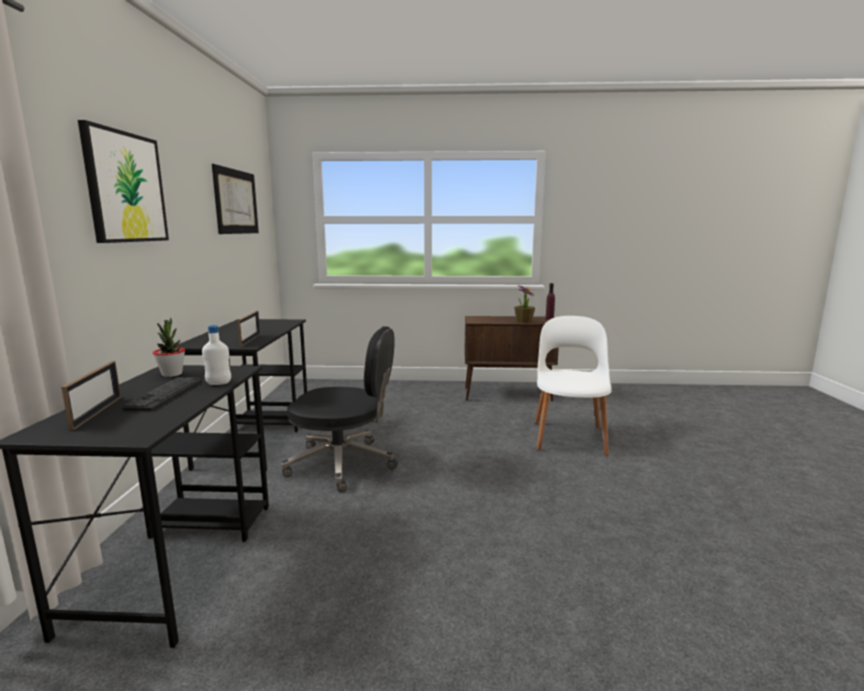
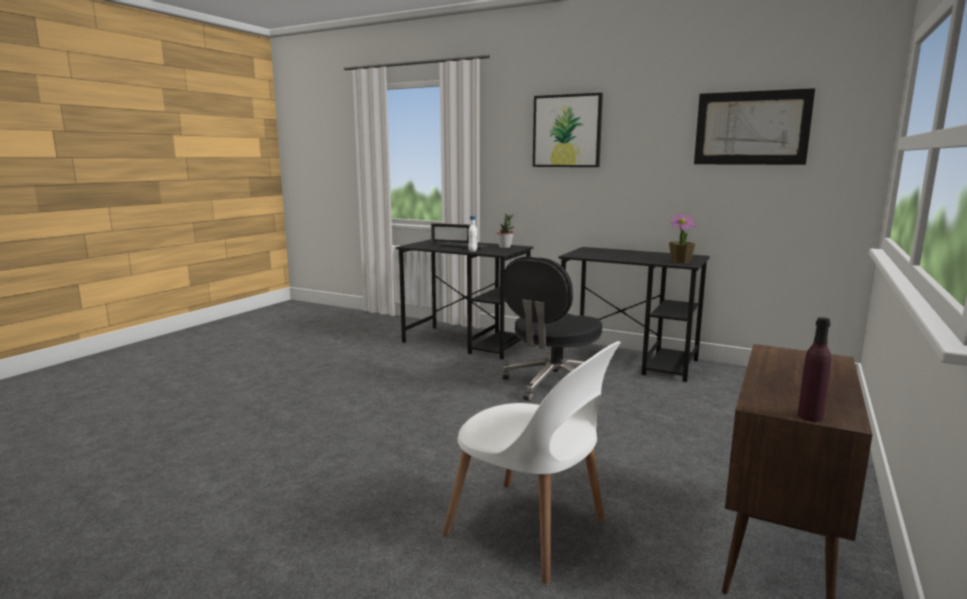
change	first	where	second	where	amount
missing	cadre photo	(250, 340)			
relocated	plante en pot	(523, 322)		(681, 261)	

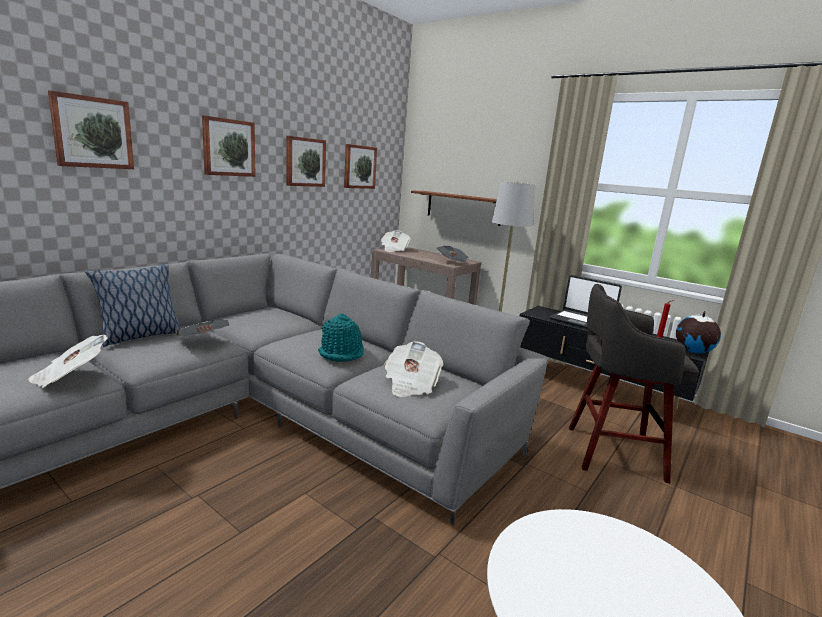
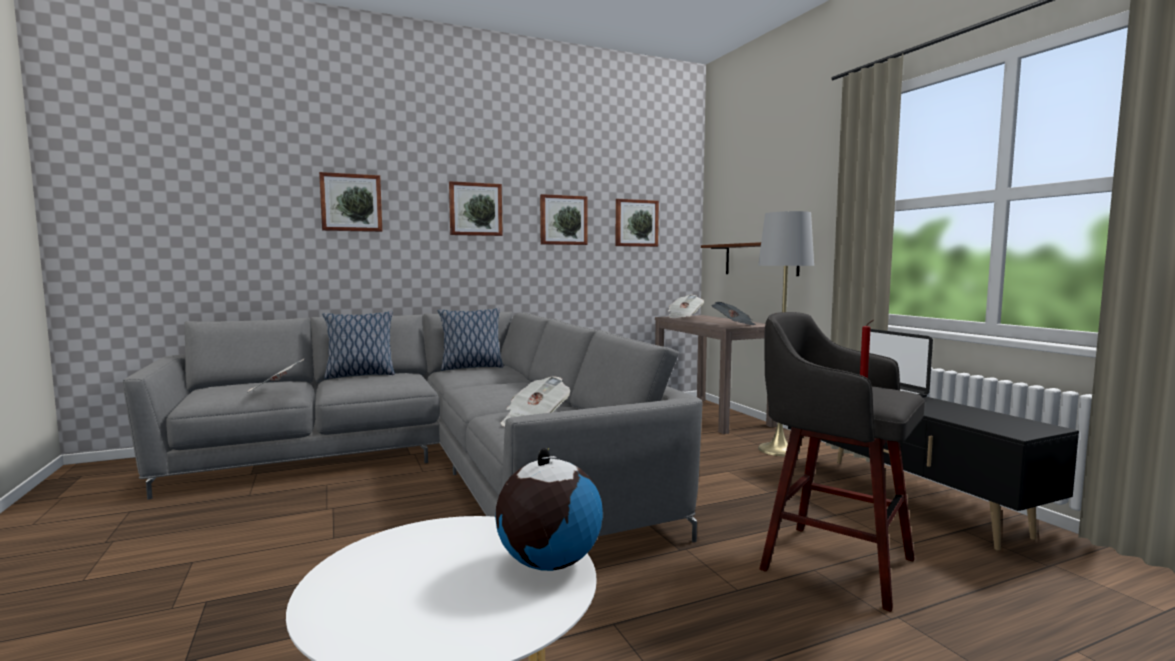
change	first	where	second	where	amount
missing	journal	(202, 342)			
missing	chapeau [turquoise]	(341, 353)			
relocated	globe	(692, 351)		(548, 563)	
appeared			coussin	(471, 367)	

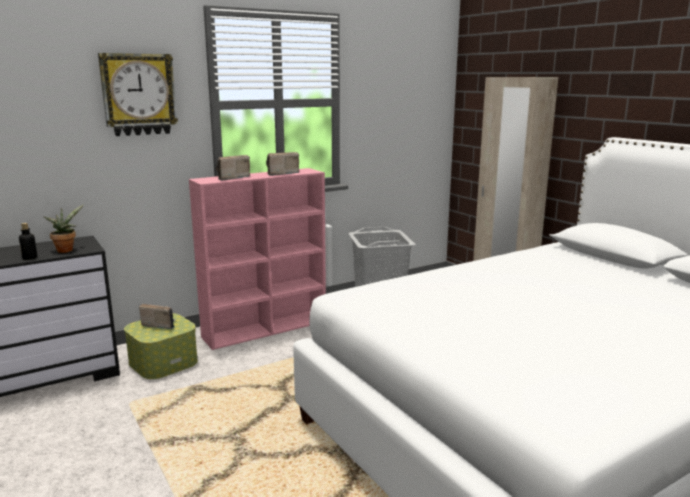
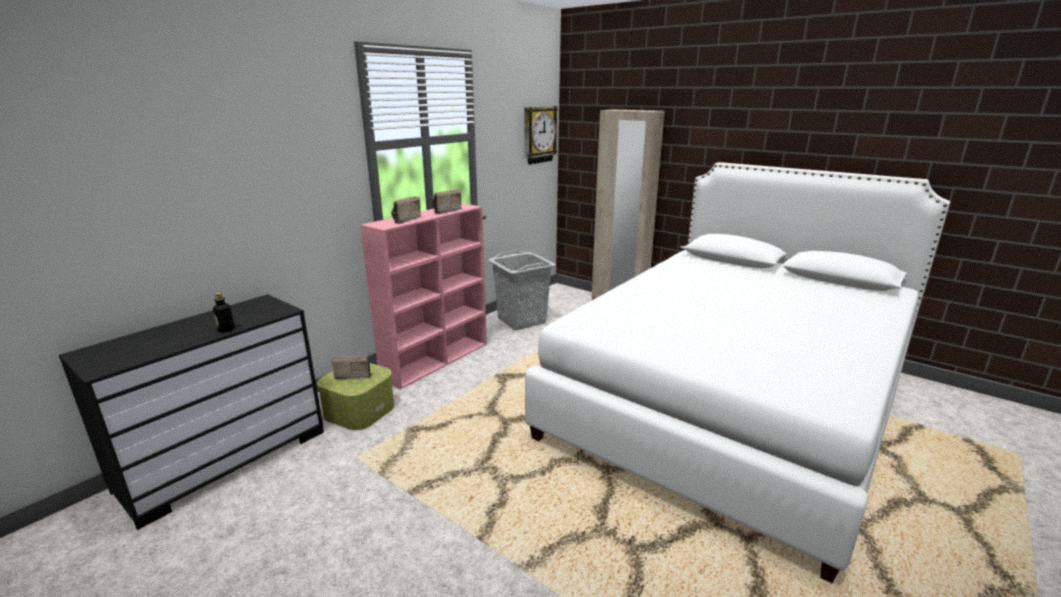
change	first	where	second	where	amount
missing	plante en pot	(66, 250)			
relocated	horloge murale	(138, 94)		(539, 135)	

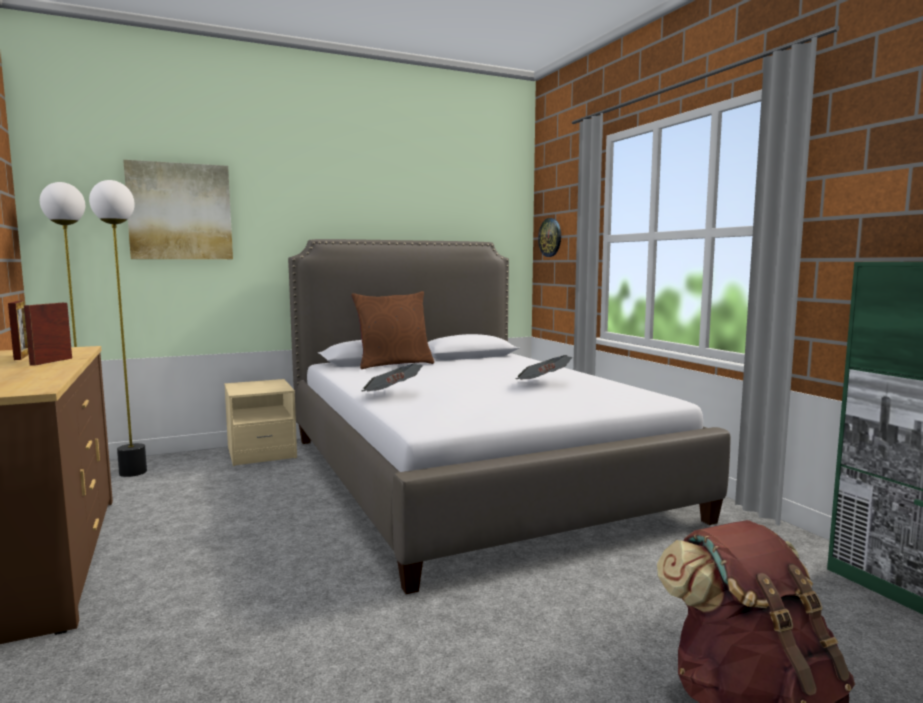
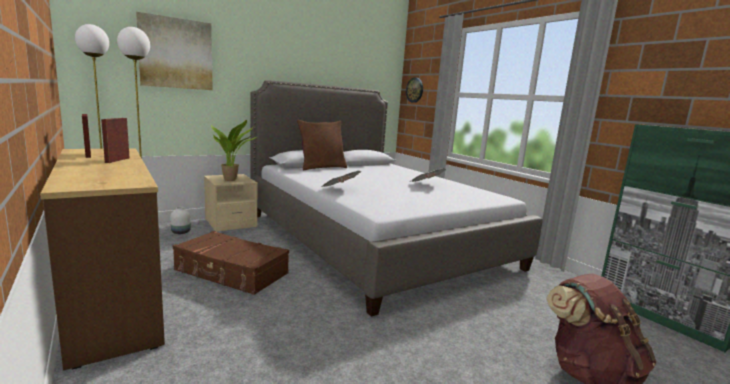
change	first	where	second	where	amount
appeared			vase [blanc]	(180, 232)	
appeared			valise [marron]	(231, 272)	
appeared			plante en pot	(232, 180)	

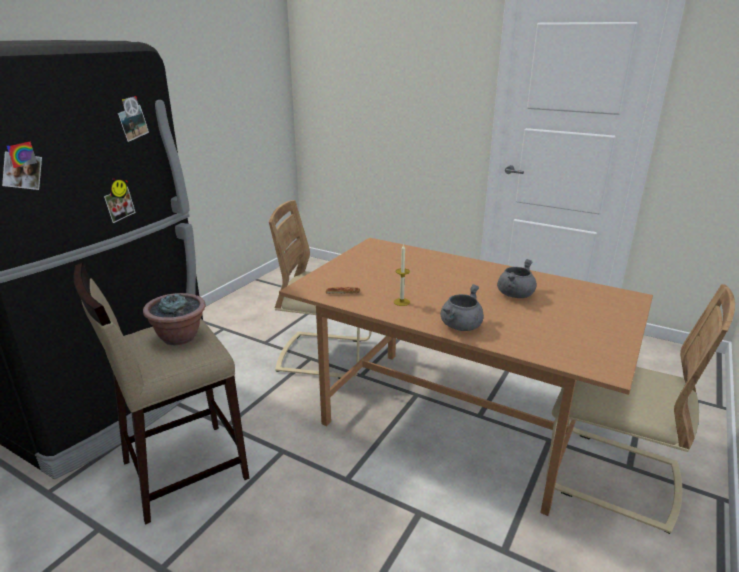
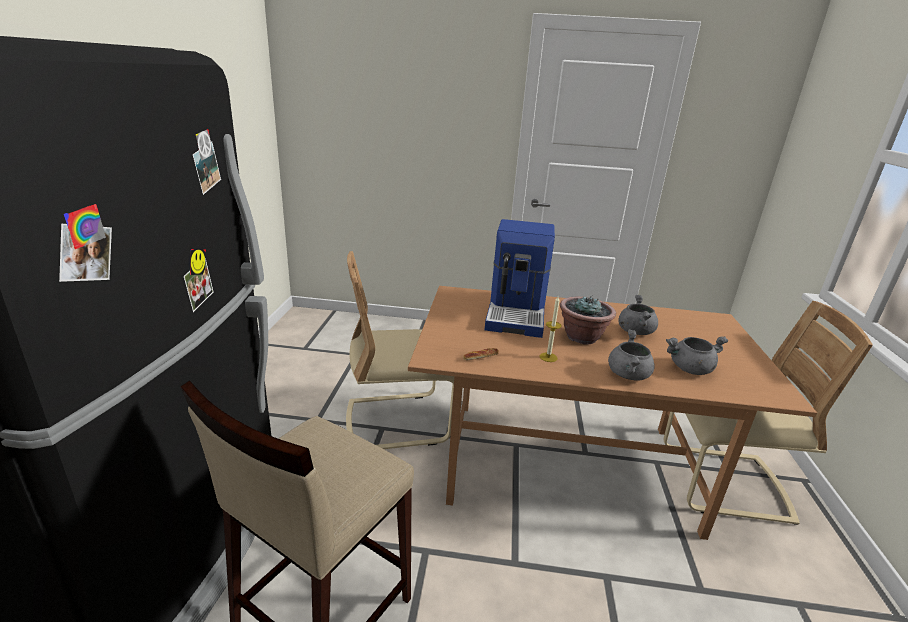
change	first	where	second	where	amount
relocated	plante en pot	(180, 337)		(582, 337)	
appeared			machine à café	(517, 313)	
appeared			marmite [gris]	(690, 369)	

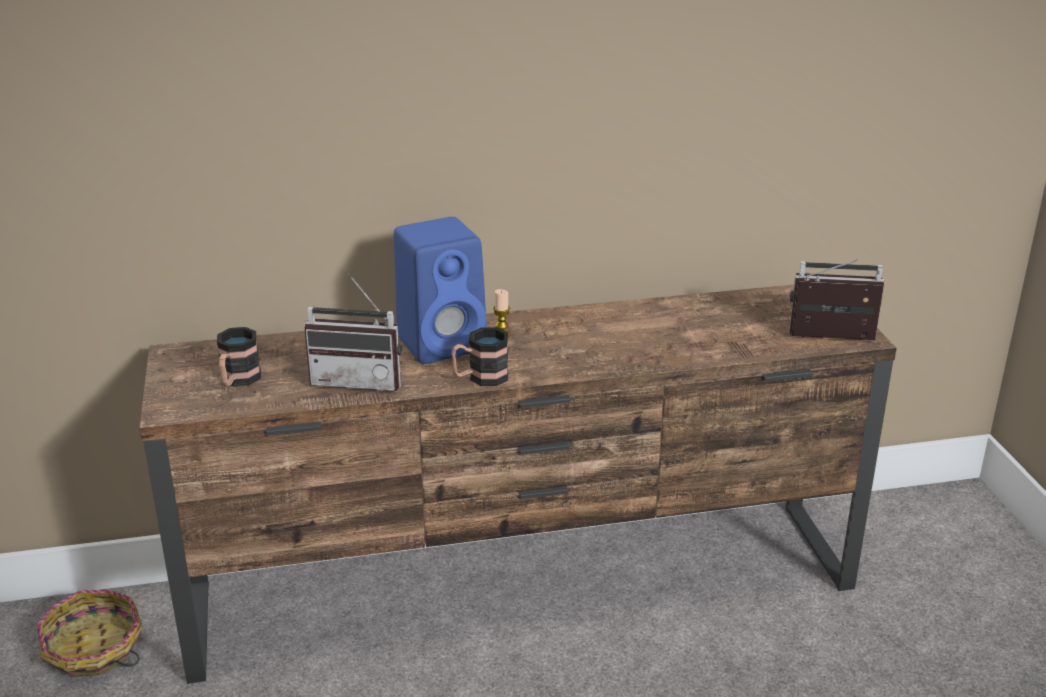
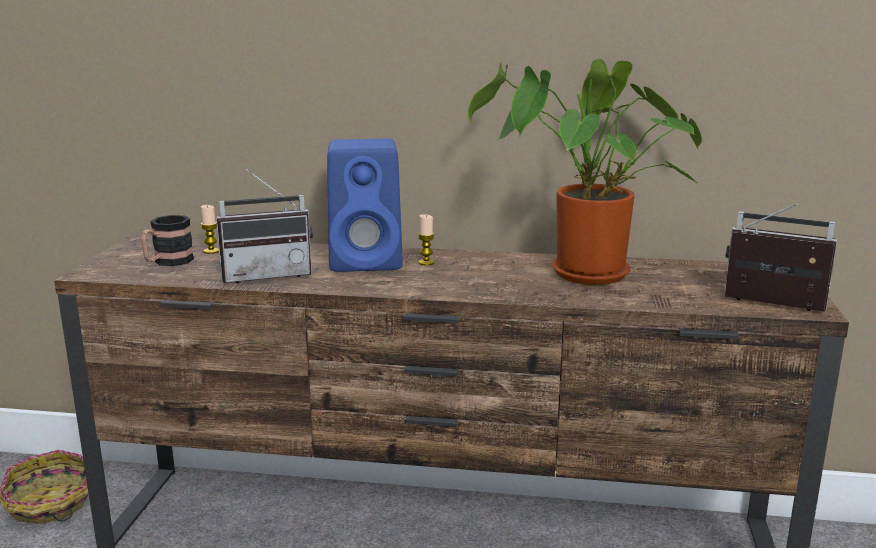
change	first	where	second	where	amount
spun	radio	(359, 380)		(267, 274)	45 degrees counterclockwise
missing	mug	(480, 378)			
appeared			bougie	(211, 251)	
appeared			plante en pot	(583, 276)	

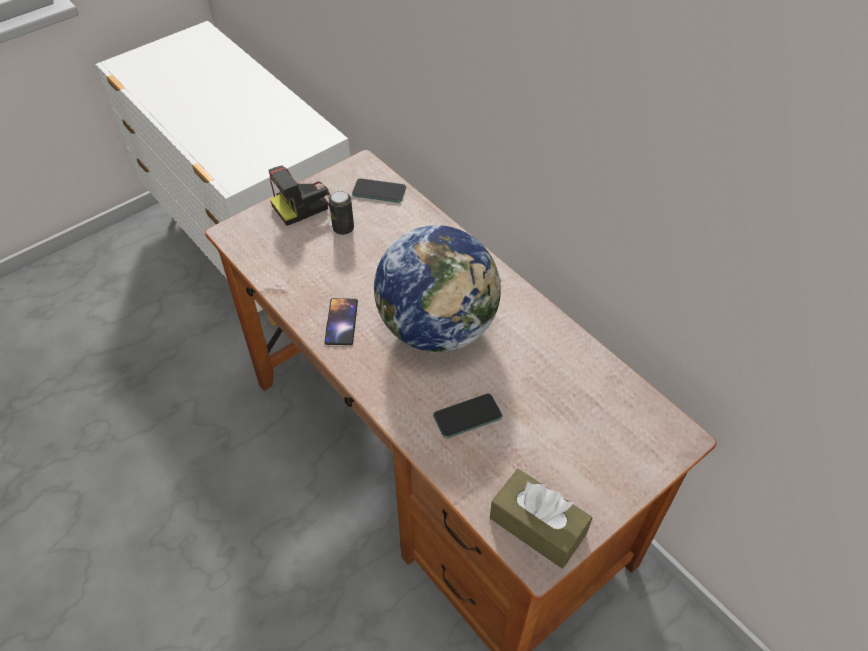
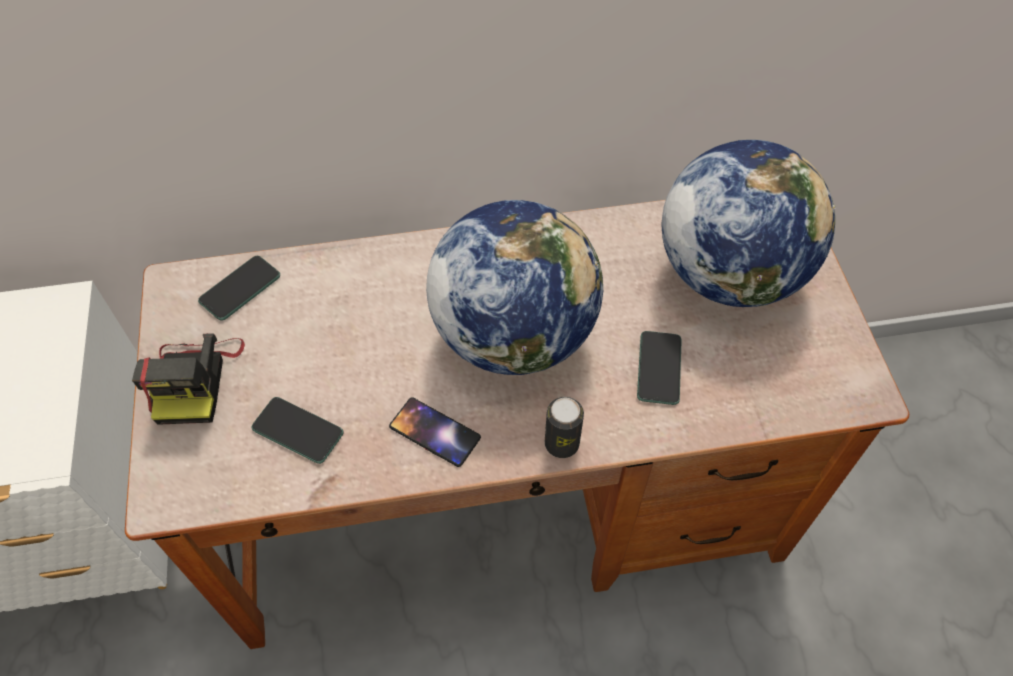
change	first	where	second	where	amount
relocated	boîte métallique	(343, 228)		(561, 443)	
missing	boîte à mouchoirs [marron]	(537, 526)			
appeared			téléphone	(298, 431)	
appeared			globe	(729, 274)	

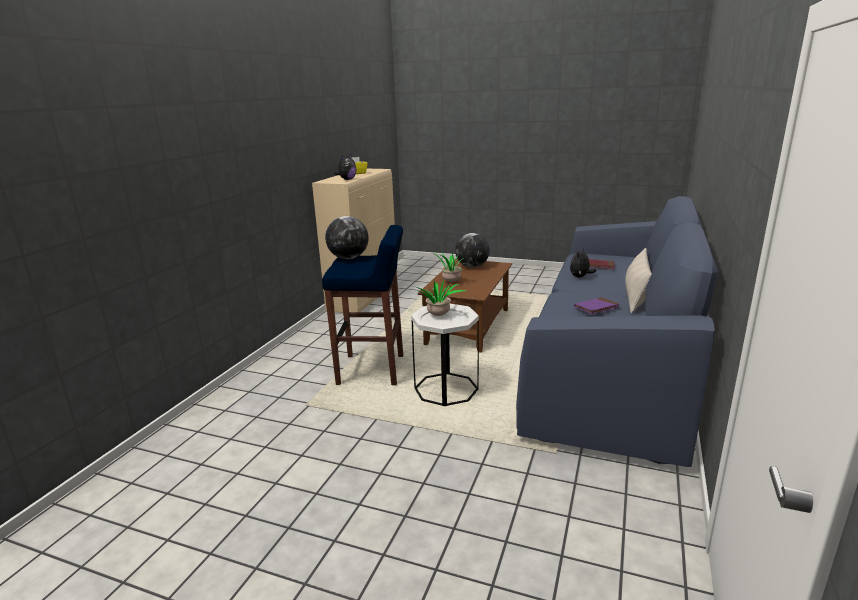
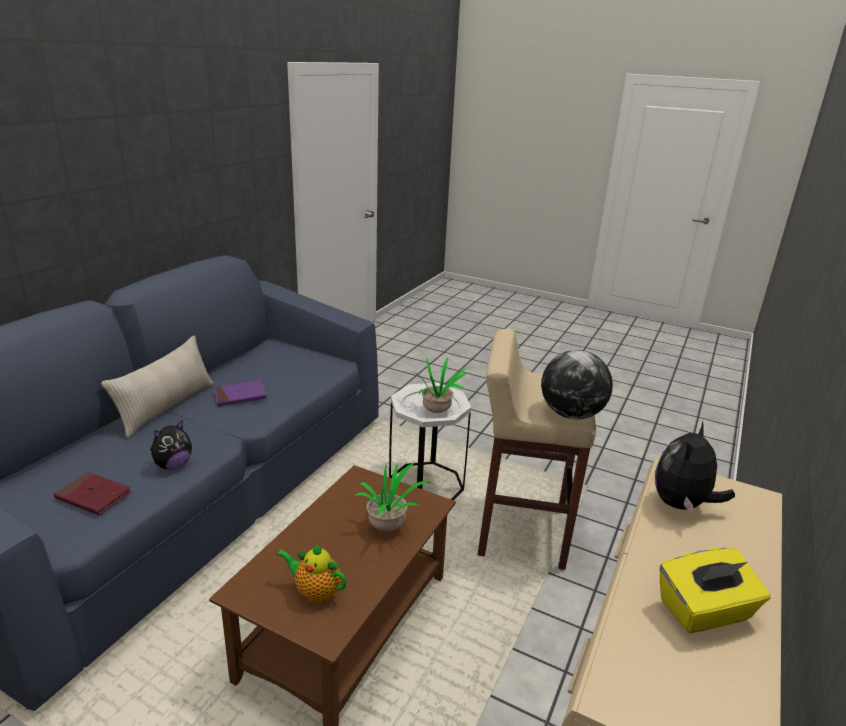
change	first	where	second	where	amount
colour	tabouret [bleu]	(372, 370)	tabouret [beige]	(520, 531)	
exchanged	globe	(472, 266)	théière	(315, 592)	

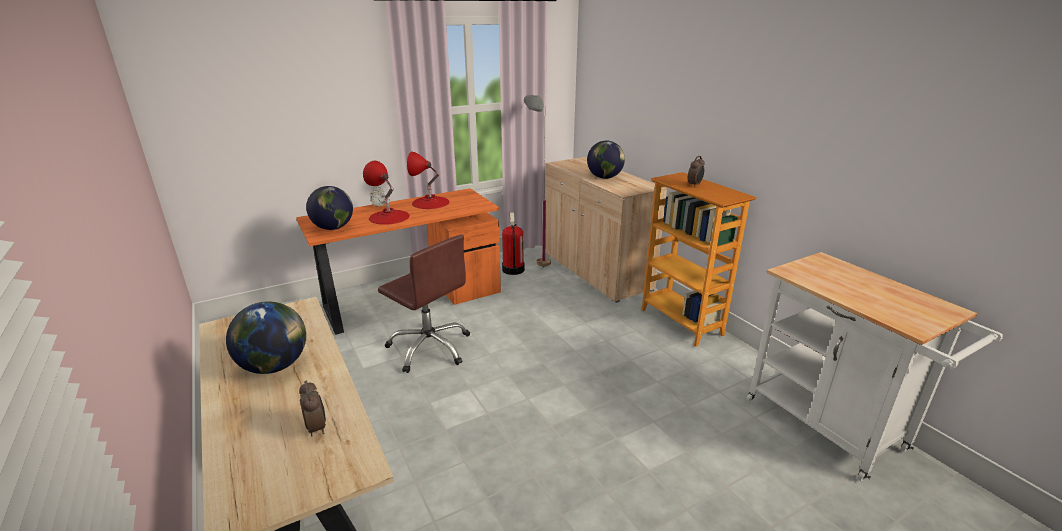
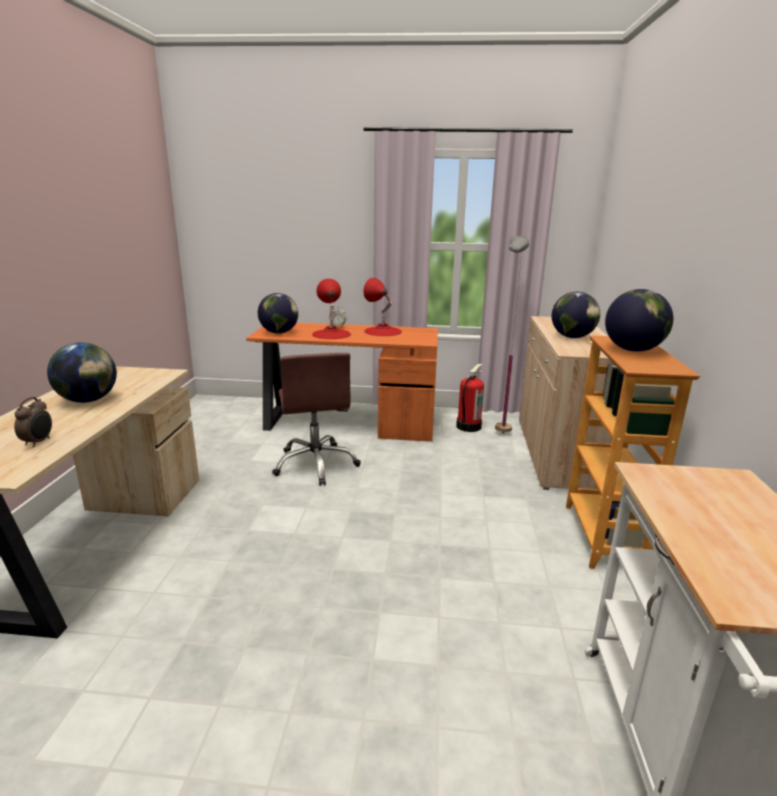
change	first	where	second	where	amount
exchanged	réveil	(694, 185)	globe	(633, 350)	

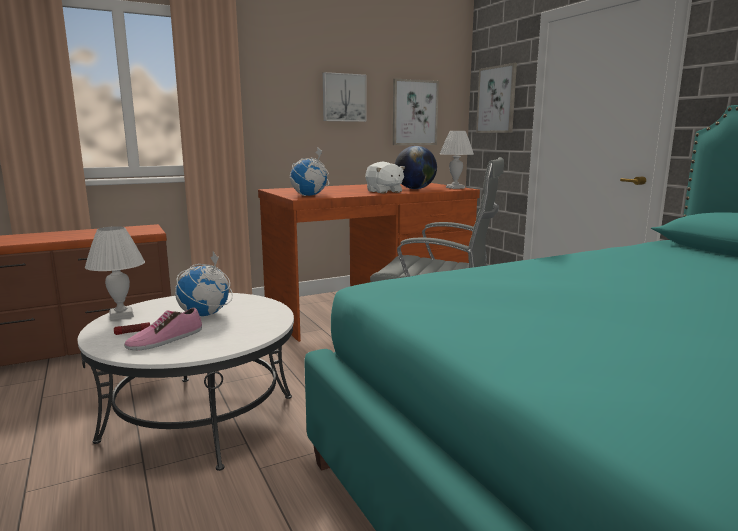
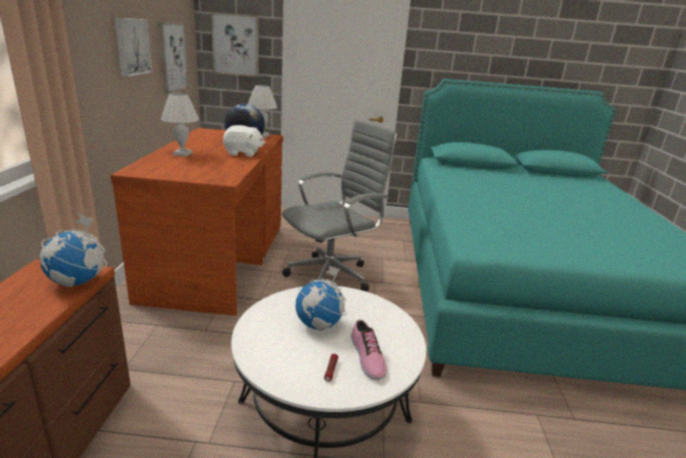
change	first	where	second	where	amount
relocated	lampe de table [blanc]	(121, 315)		(182, 154)	
relocated	globe	(309, 195)		(78, 281)	

